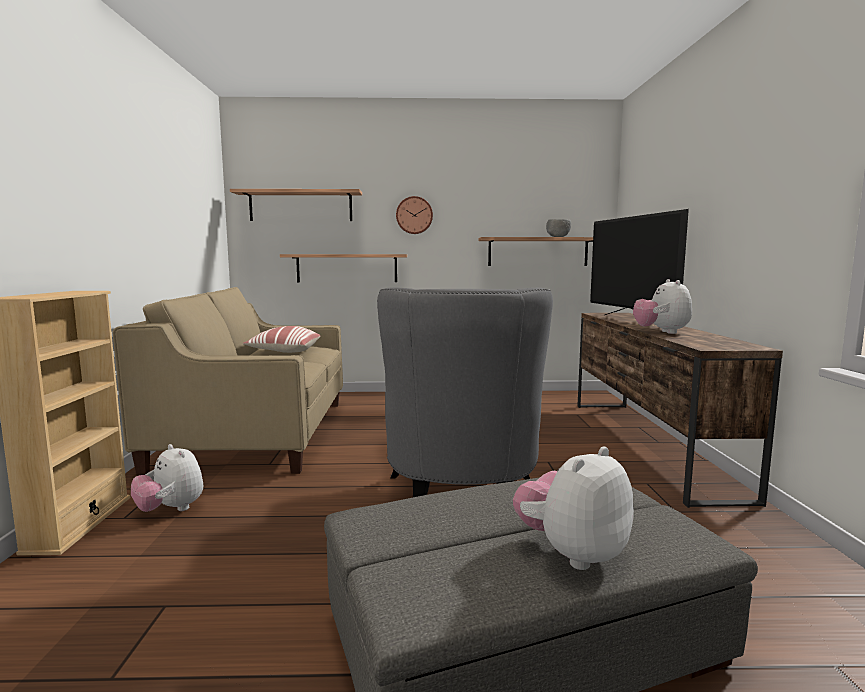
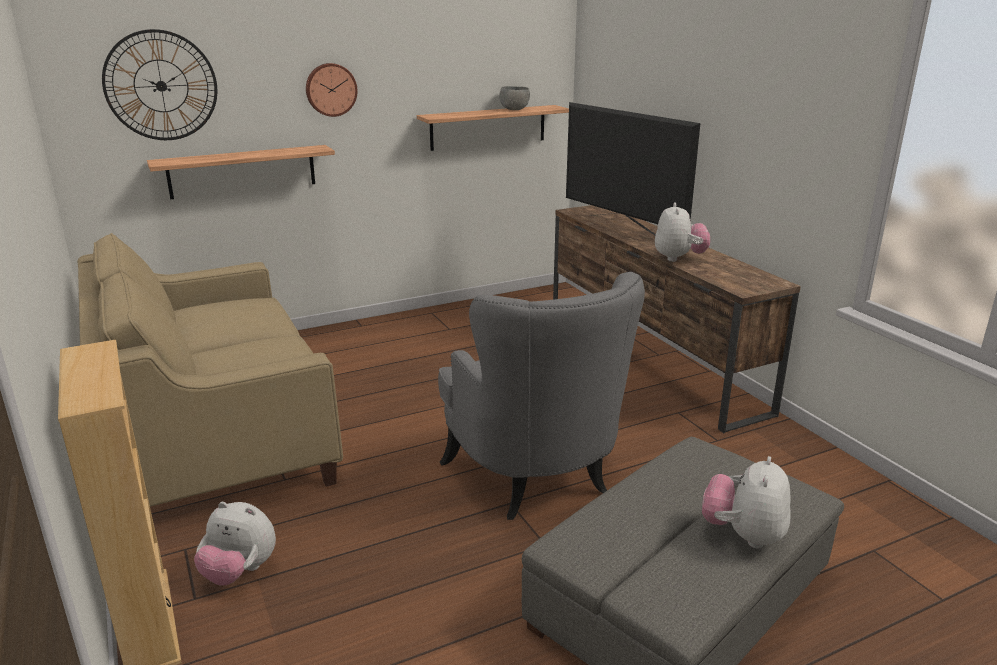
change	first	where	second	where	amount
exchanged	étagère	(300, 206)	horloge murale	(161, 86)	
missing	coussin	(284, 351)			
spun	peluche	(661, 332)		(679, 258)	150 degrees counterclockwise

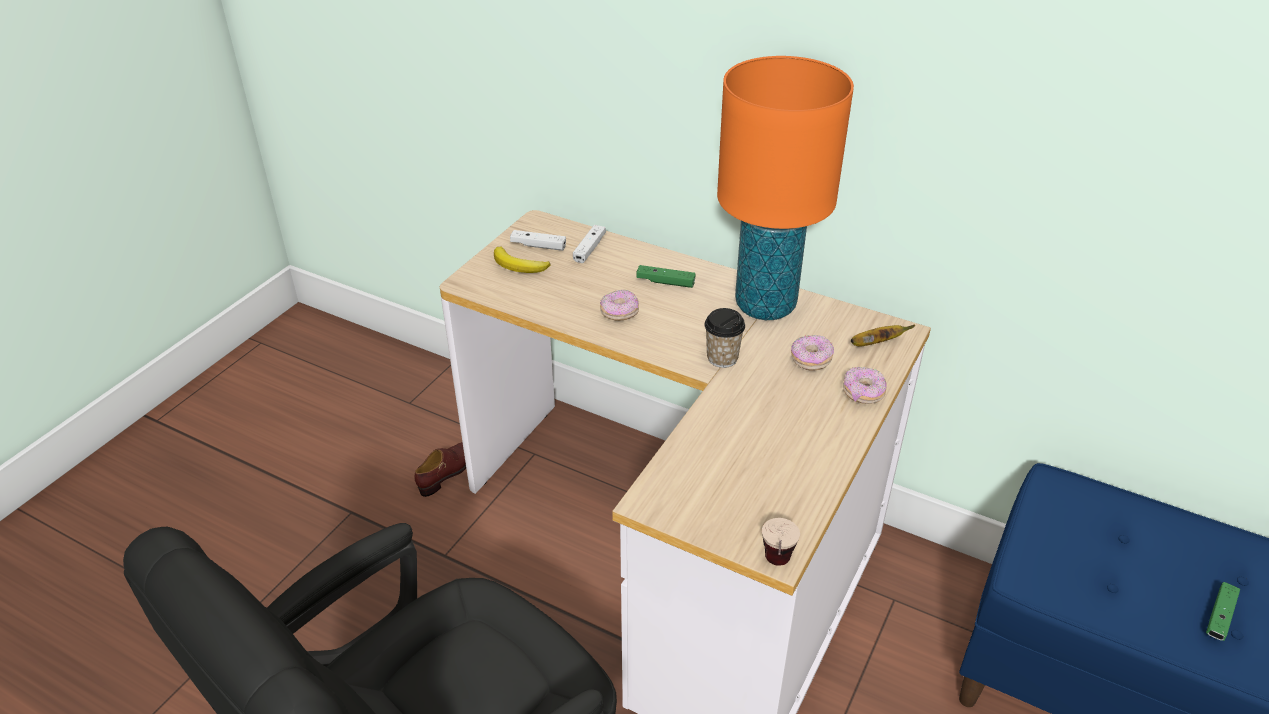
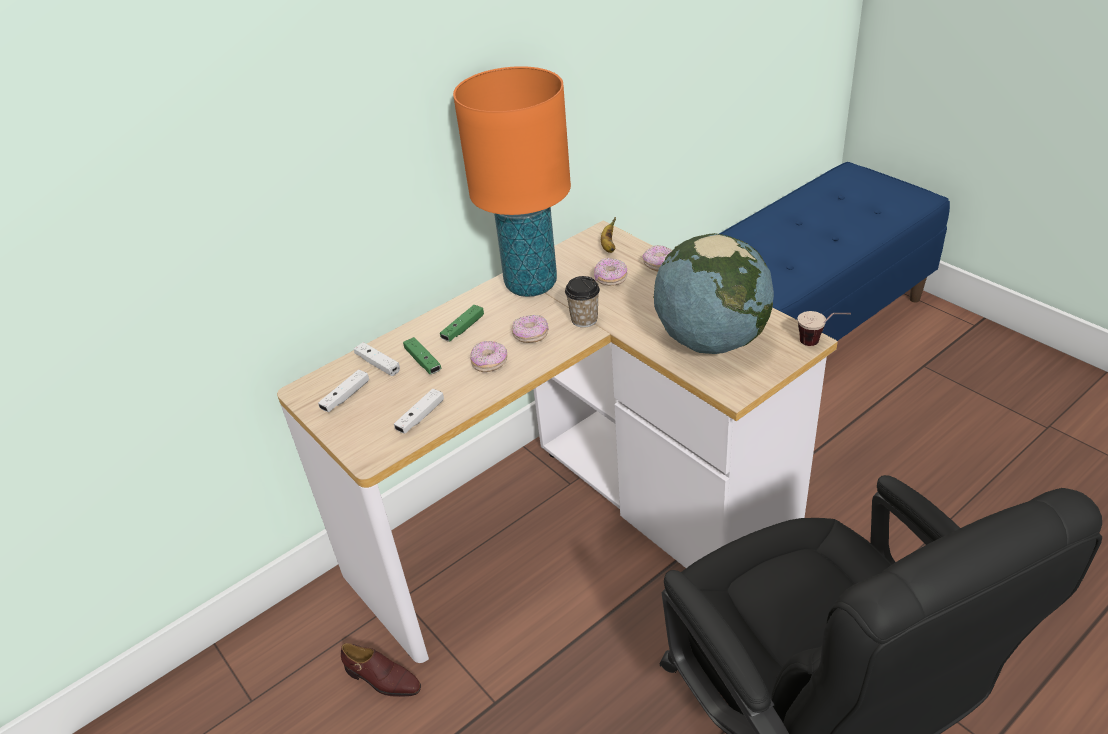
change	first	where	second	where	amount
spun	chaussure [marron]	(448, 472)		(382, 679)	150 degrees clockwise
missing	banane	(519, 265)			
relocated	manette [vert]	(1219, 617)		(423, 361)	
appeared			manette [blanc]	(420, 417)	
appeared			beignet	(531, 336)	
appeared			globe	(711, 340)	

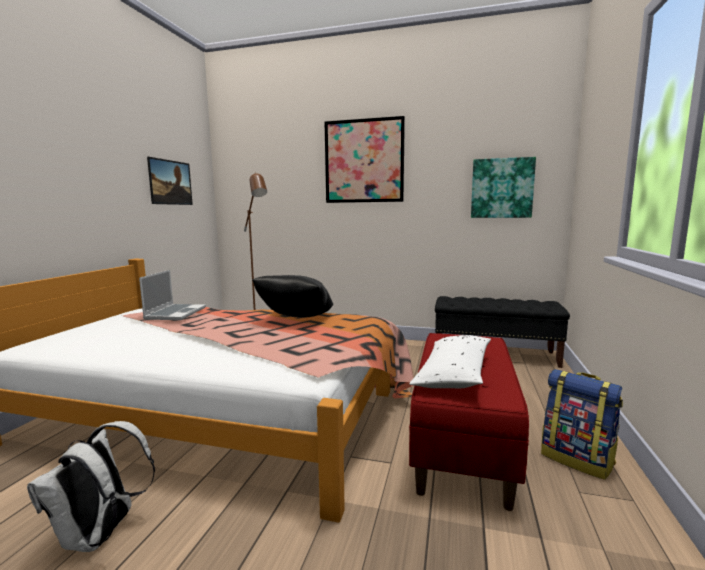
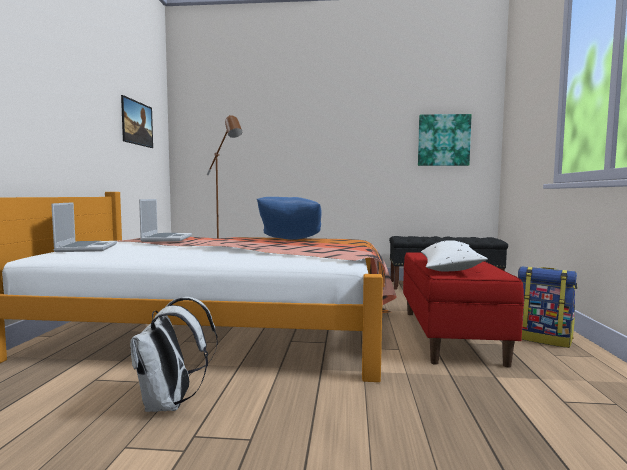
change	first	where	second	where	amount
colour	coussin [noir]	(296, 320)	coussin [bleu]	(290, 240)	
missing	tableau	(364, 161)			
appeared			ordinateur portable	(86, 248)	

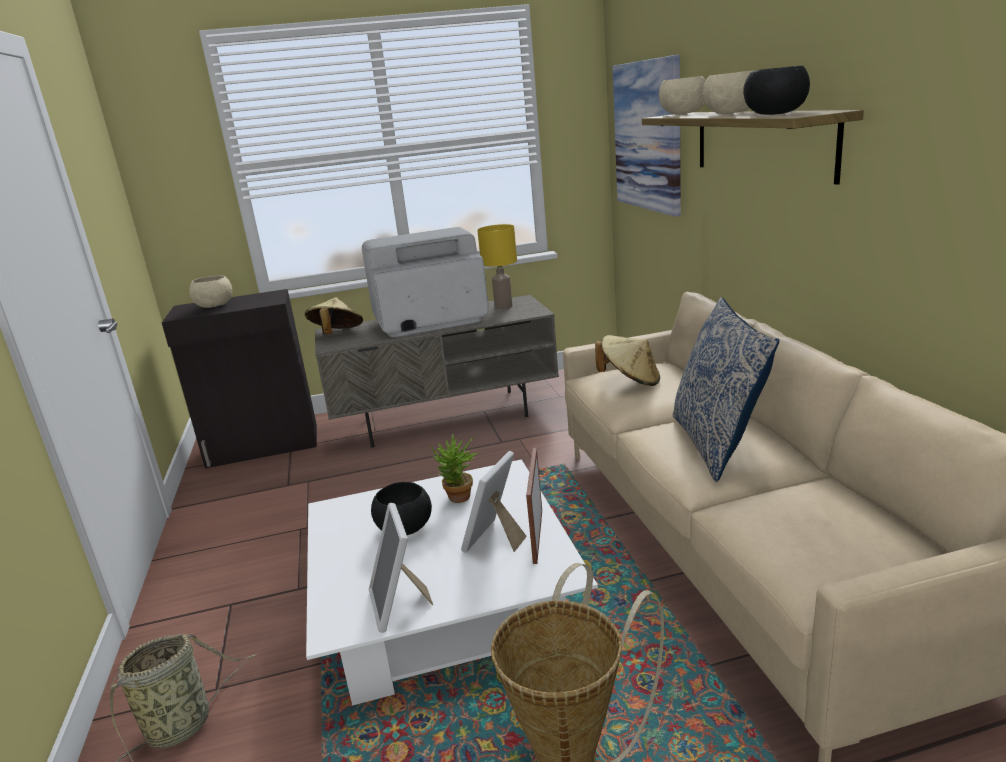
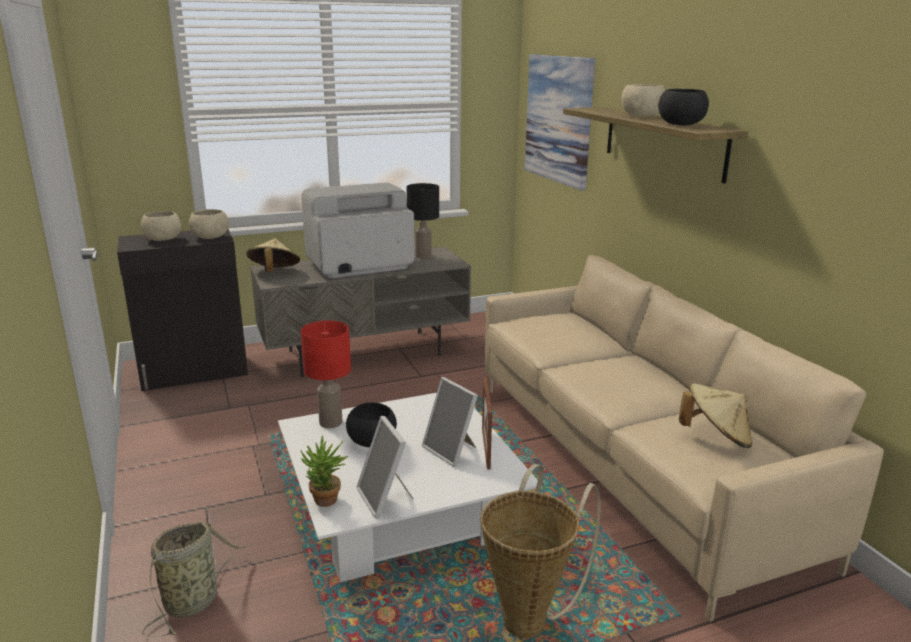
change	first	where	second	where	amount
relocated	plante en pot	(459, 499)		(325, 503)	
spun	cadre photo	(495, 539)		(452, 451)	60 degrees counterclockwise
colour	lampe de table [jaune]	(503, 307)	lampe de table [noir]	(423, 256)	
relocated	chapeau [beige]	(630, 381)		(716, 437)	
relocated	bol [beige]	(684, 113)		(211, 237)	
missing	coussin	(717, 444)			
appeared			lampe de table [rouge]	(331, 422)	

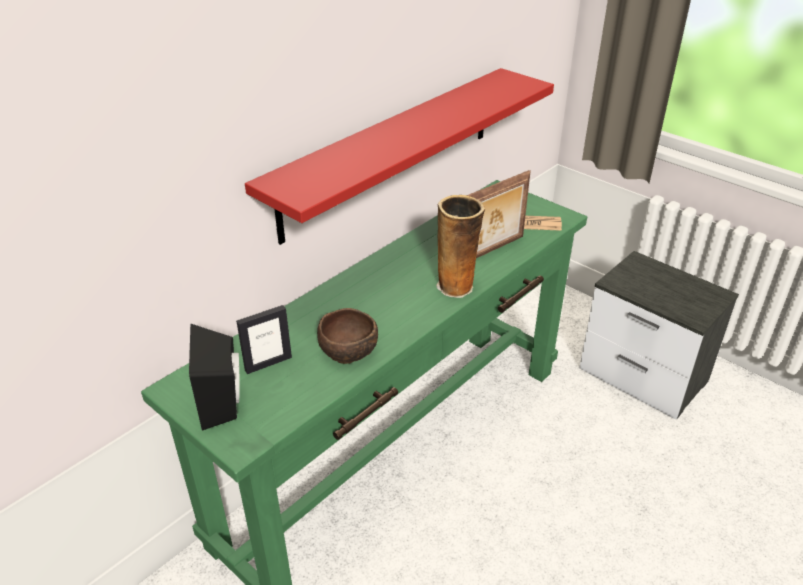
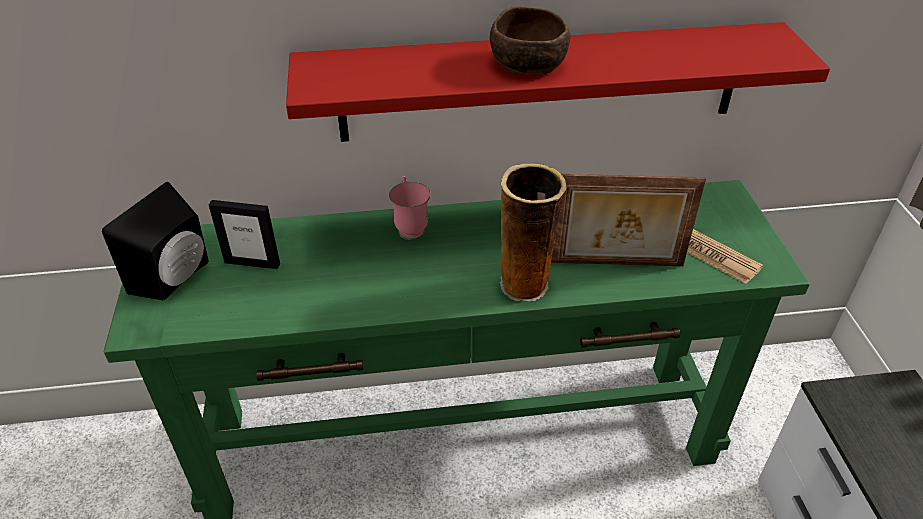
change	first	where	second	where	amount
relocated	bol [marron]	(350, 350)		(529, 64)	
appeared			mug [rose]	(410, 227)	

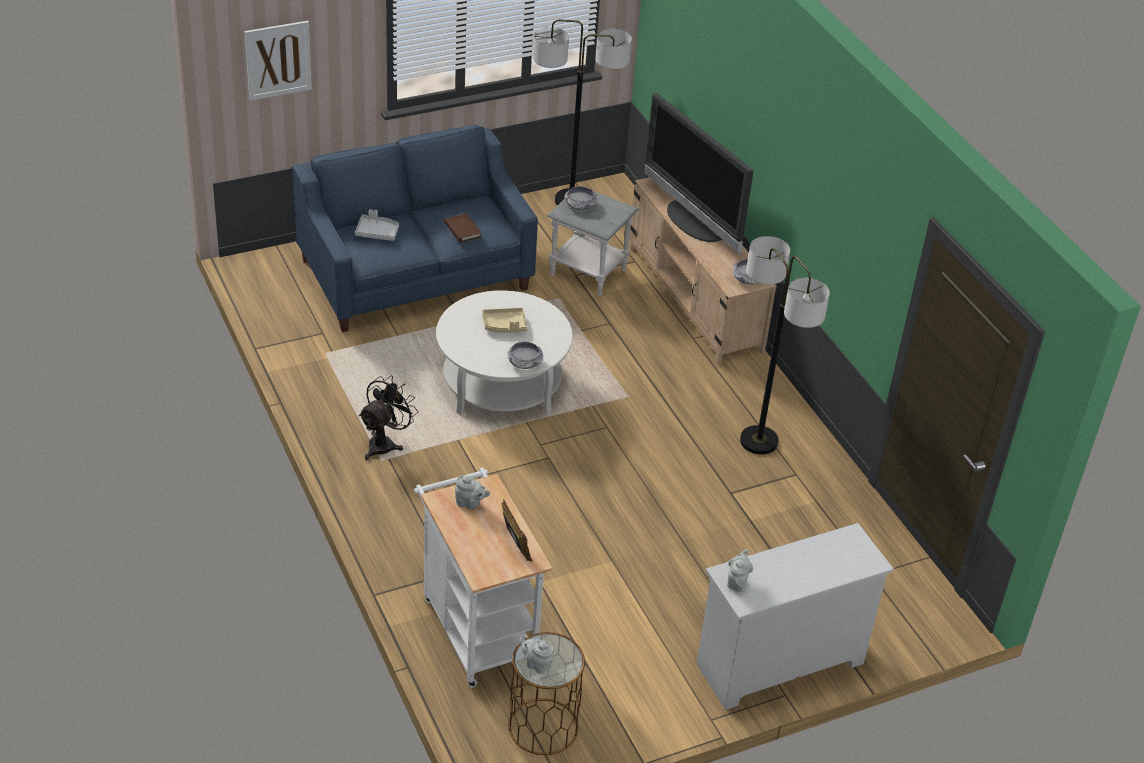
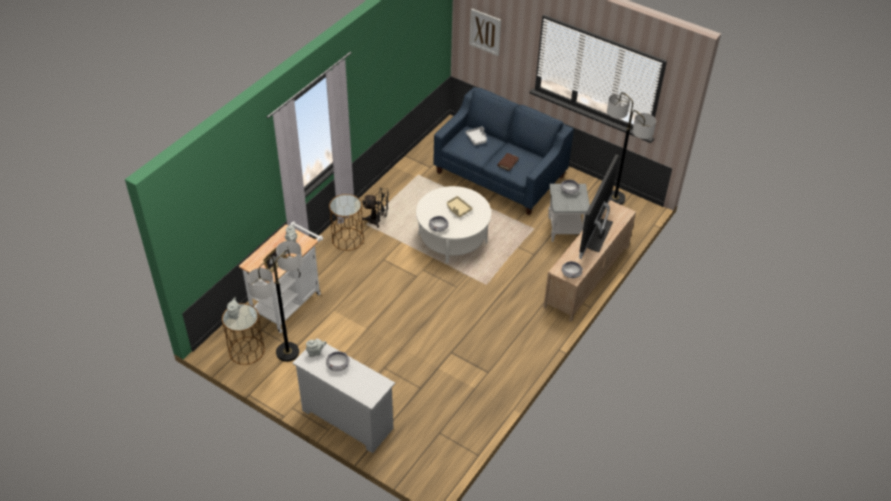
change	first	where	second	where	amount
relocated	lampadaire	(759, 441)		(287, 352)	
appeared			bol	(338, 365)	
appeared			table d'appoint [marron]	(347, 239)	

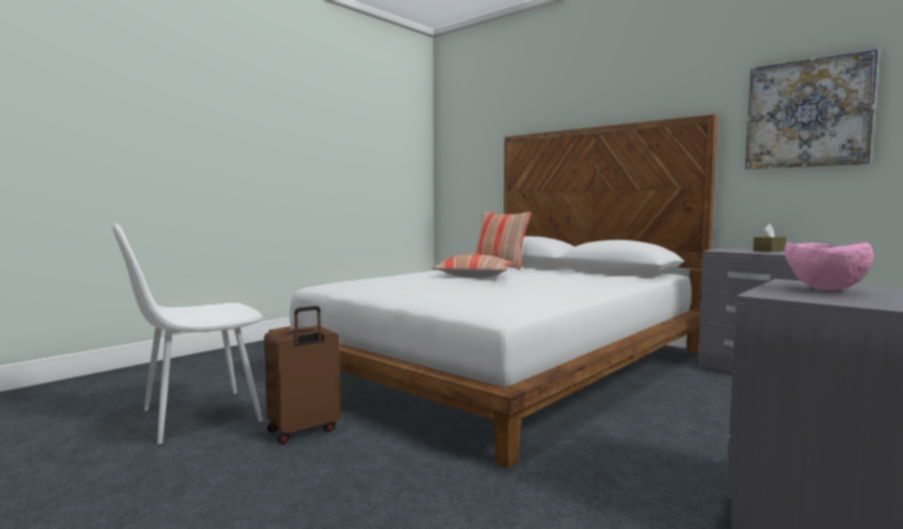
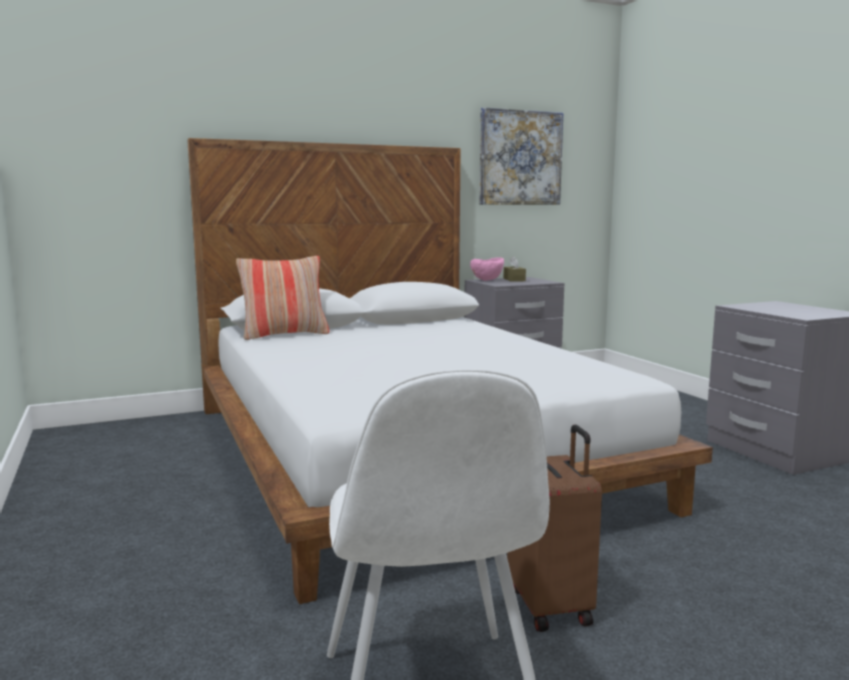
change	first	where	second	where	amount
missing	coussin	(474, 276)			
relocated	bol [rose]	(823, 290)		(487, 280)	

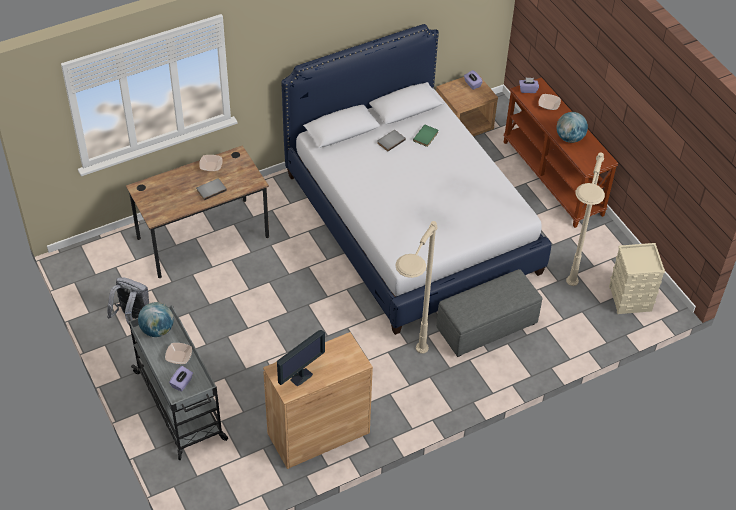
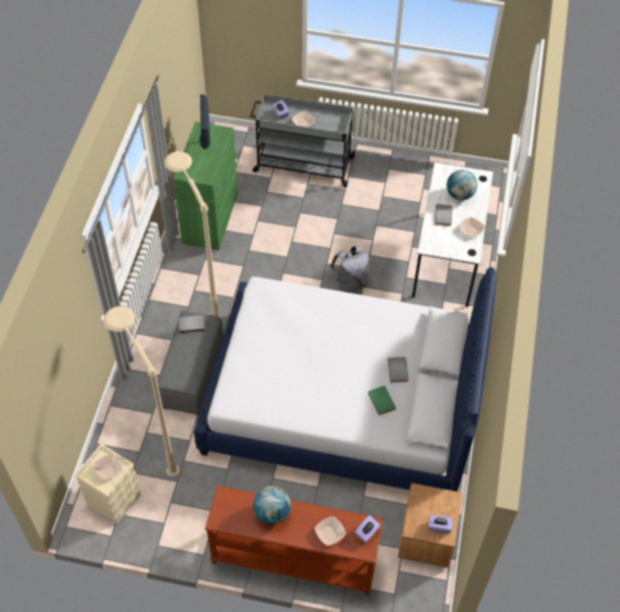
change	first	where	second	where	amount
relocated	sac à dos [gris]	(133, 318)		(350, 283)	
colour	bureau [marron]	(203, 237)	bureau [blanc]	(447, 257)	
relocated	globe	(157, 330)		(459, 195)	
colour	meuble de rangement [marron]	(318, 433)	meuble de rangement [vert]	(210, 218)	
appeared			bol	(108, 469)	
appeared			livre [gris]	(191, 323)	

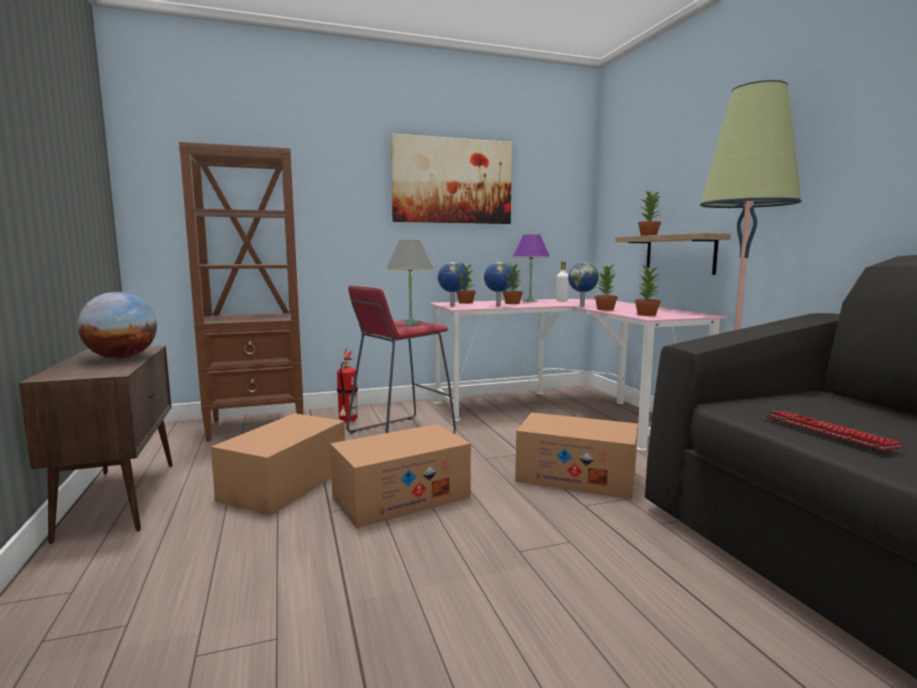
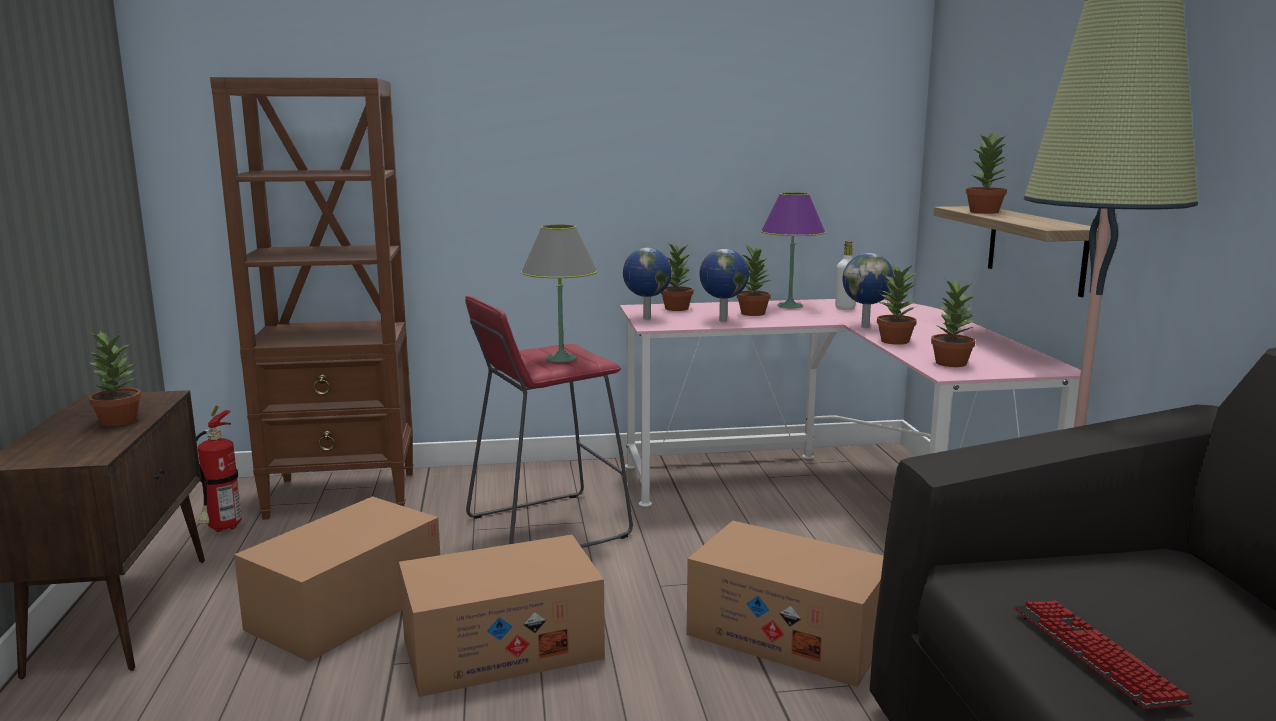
change	first	where	second	where	amount
exchanged	globe	(121, 358)	plante en pot	(117, 420)	
relocated	extincteur	(347, 421)		(222, 529)	
missing	tableau	(452, 181)			

